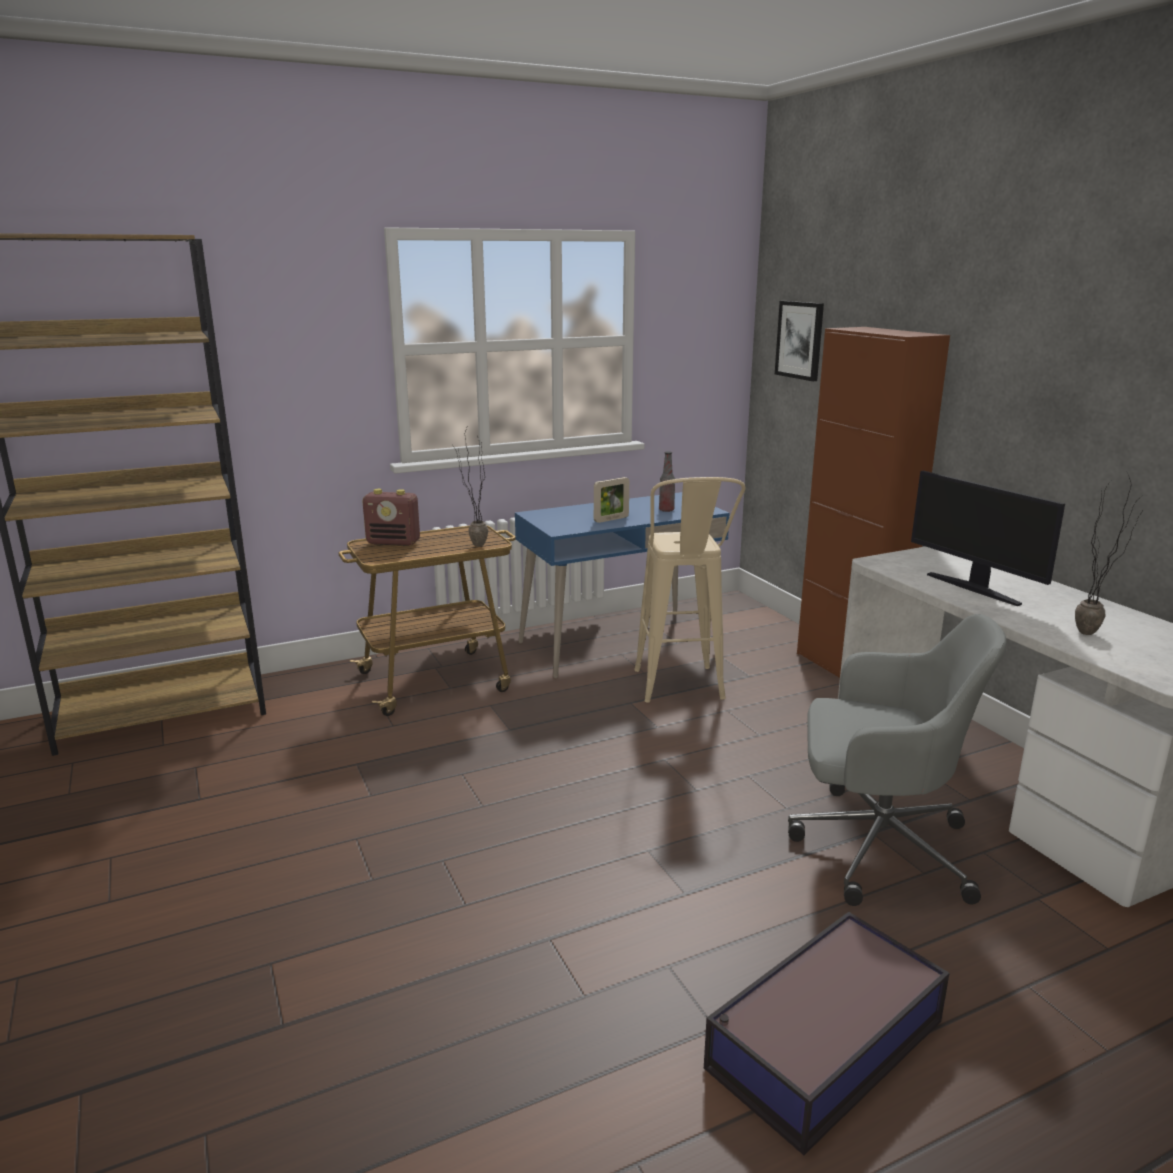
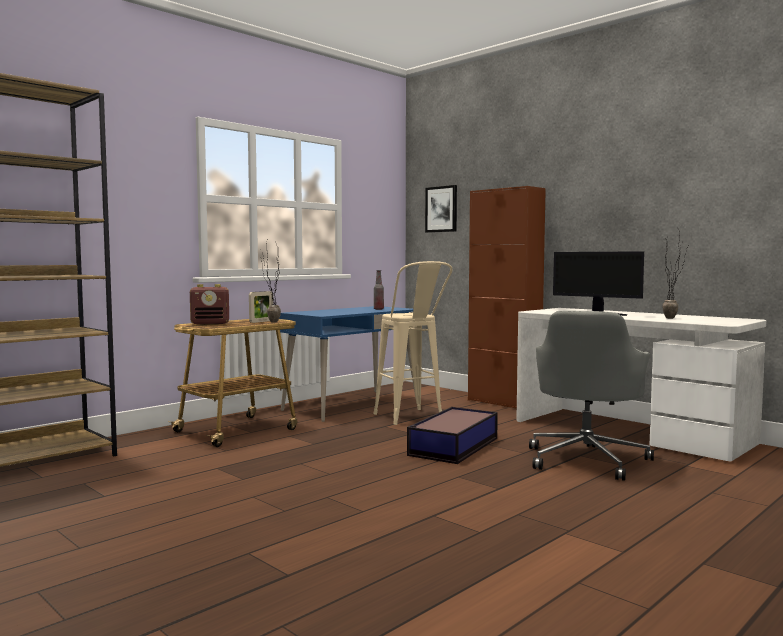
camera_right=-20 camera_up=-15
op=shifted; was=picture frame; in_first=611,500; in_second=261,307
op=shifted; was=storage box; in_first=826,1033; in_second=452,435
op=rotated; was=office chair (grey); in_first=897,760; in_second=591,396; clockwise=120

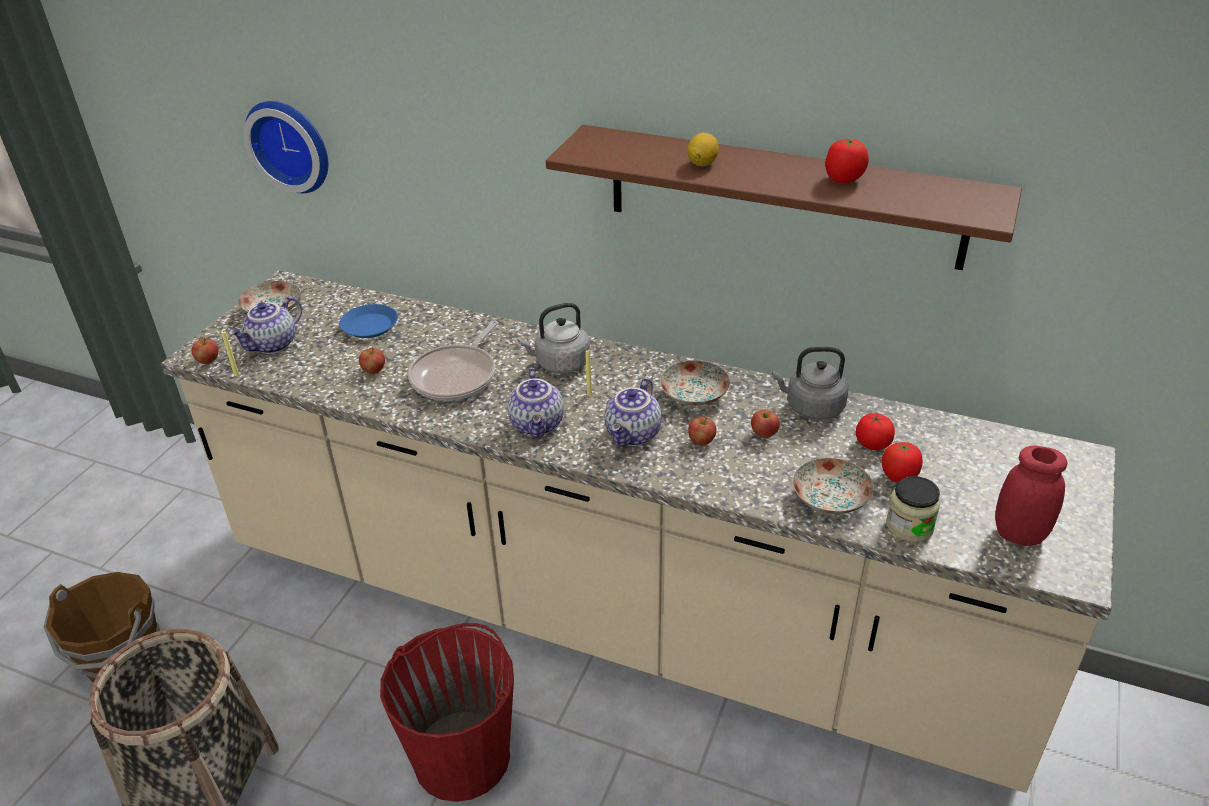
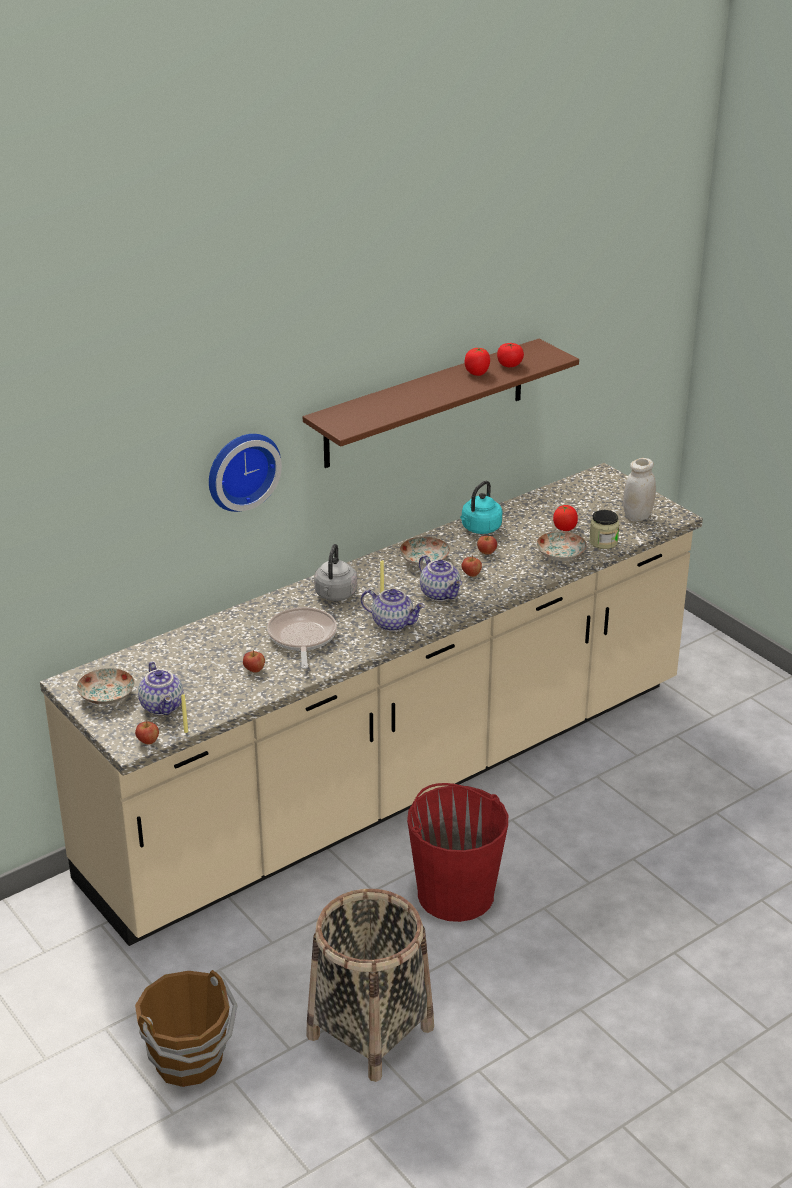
camera_right=-60 camera_up=-5
op=shifted; was=wall clock; in_first=285,147; in_second=245,473
op=gone; was=plate (blue); in_first=368,321
op=rotated; was=frying pan; in_first=453,361; in_second=302,638; clockwise=-150
op=gone; was=lemon; in_first=703,149
op=repainted; was=kettle (grey); now=kettle (turquoise); in_first=810,383; in_second=481,507
op=shifted; was=tomato; in_first=875,431; in_second=510,355
op=repainted; was=jar (red); now=jar (white); in_first=1031,496; in_second=639,490

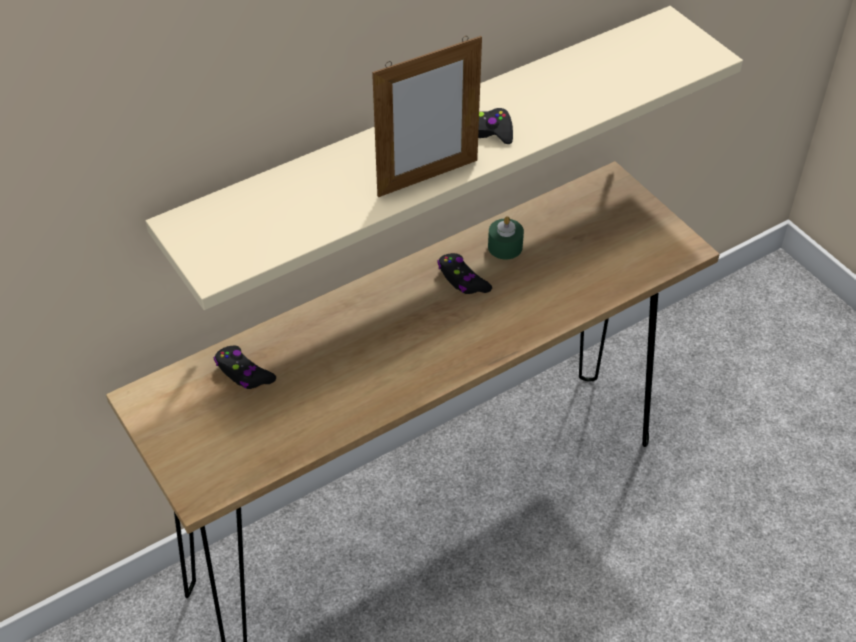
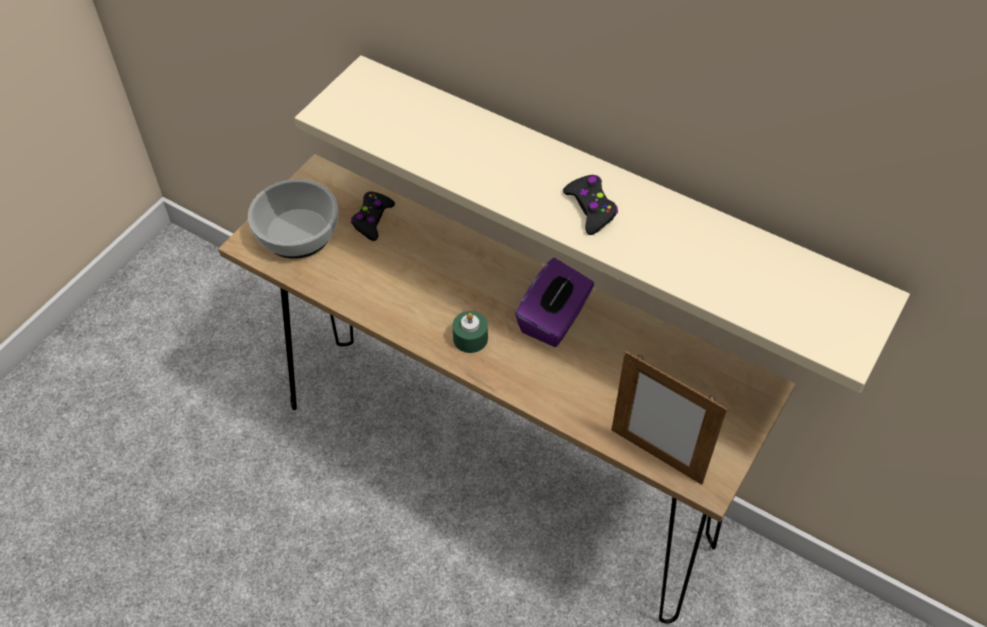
camera_right=65 camera_up=5
op=shifted; was=picture frame; in_first=427,116; in_second=669,418
op=swapped; was=game controller (black); now=tissue box (purple); in_first=464,273; in_second=554,302
op=shifted; was=candle (green); in_first=506,238; in_second=470,332
op=new; now=bowl; in_second=293,219

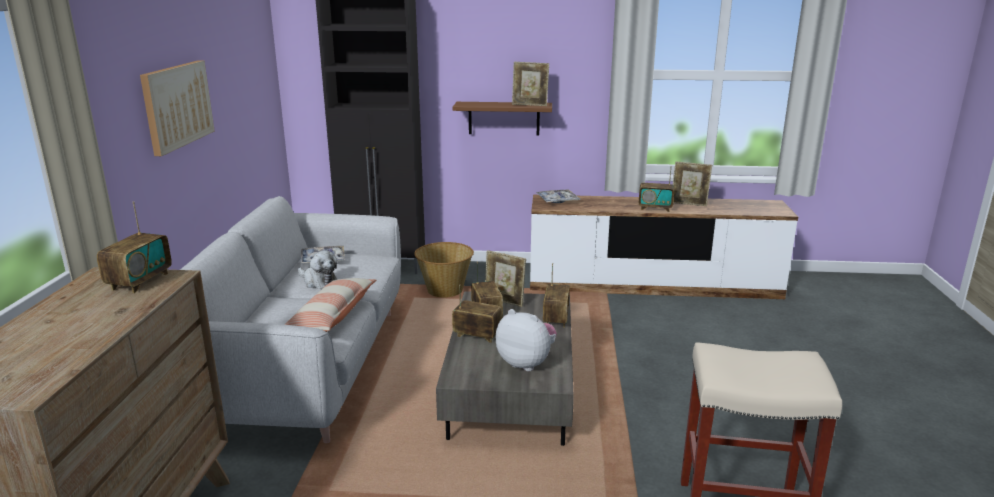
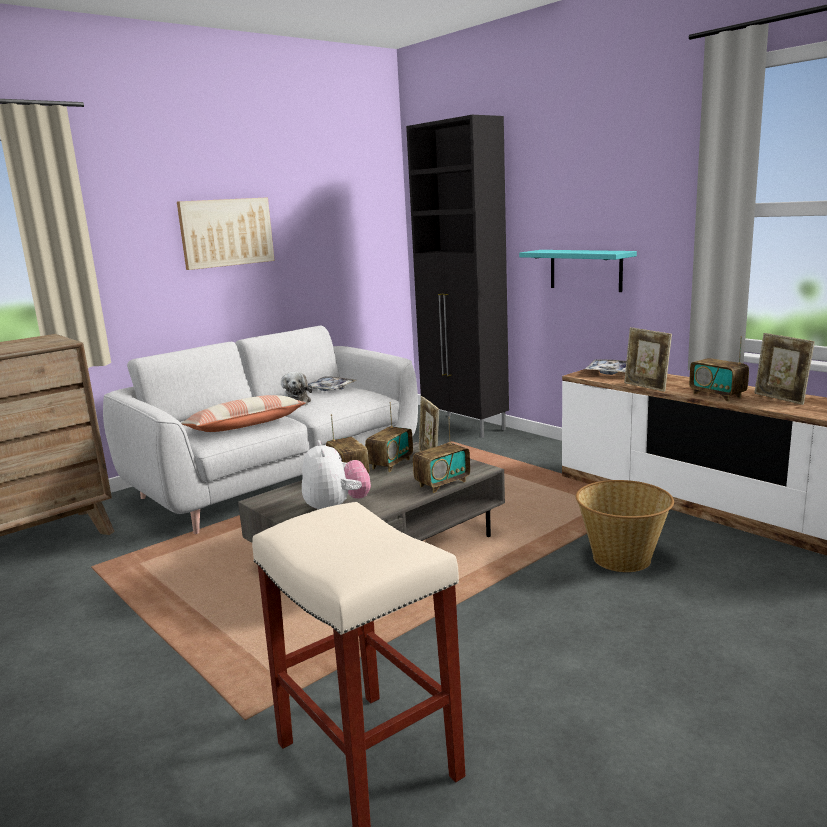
camera_right=45 camera_up=-5
op=gone; was=radio; in_first=134,247
op=shifted; was=basket; in_first=444,269; in_second=625,526
op=repainted; was=shelf (brown); now=shelf (turquoise); in_first=502,118; in_second=578,271
op=shifted; was=picture frame; in_first=530,84; in_second=648,359

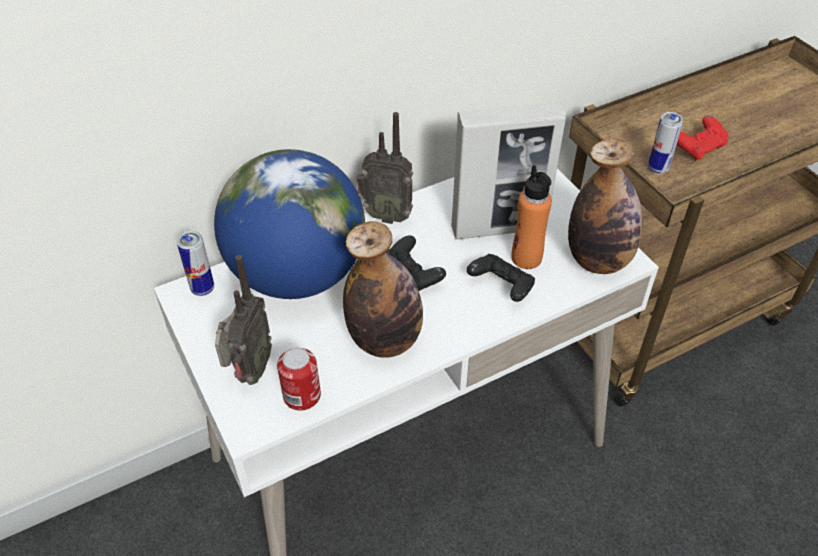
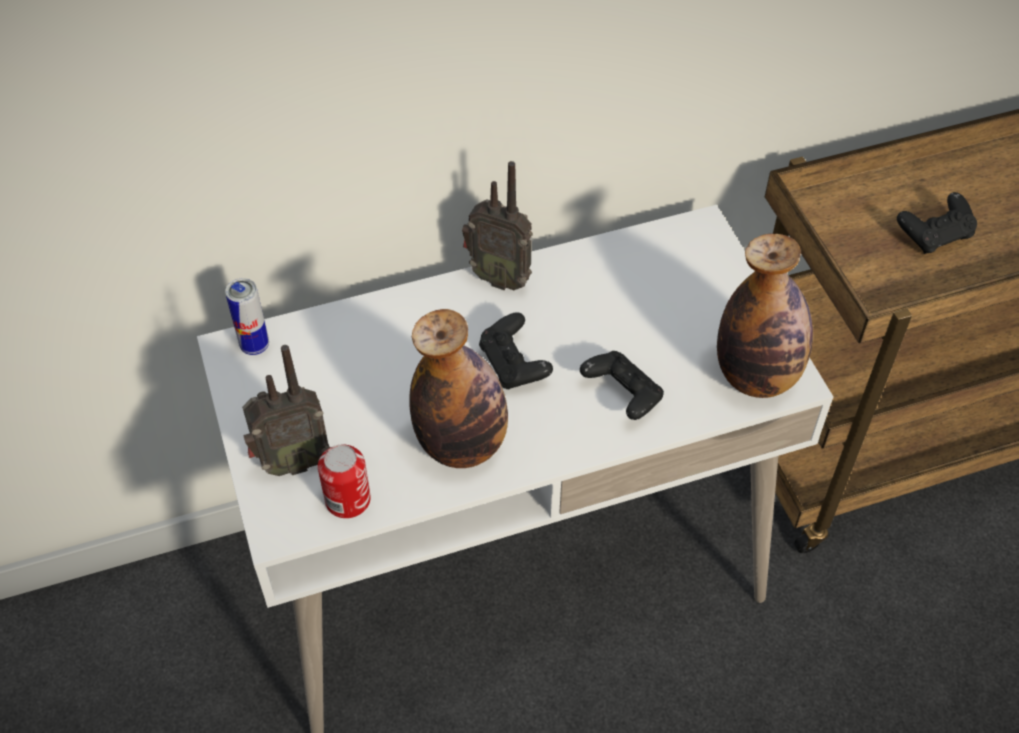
camera_right=10 camera_up=5
op=gone; was=globe; in_first=289,224
op=rotated; was=radio; in_first=243,320; in_second=286,410; clockwise=45
op=gone; was=picture frame; in_first=508,170
op=gone; was=bottle (orange); in_first=531,217
op=gone; was=can; in_first=666,143
op=repainted; was=game controller (red); now=game controller (black); in_first=702,138; in_second=937,223

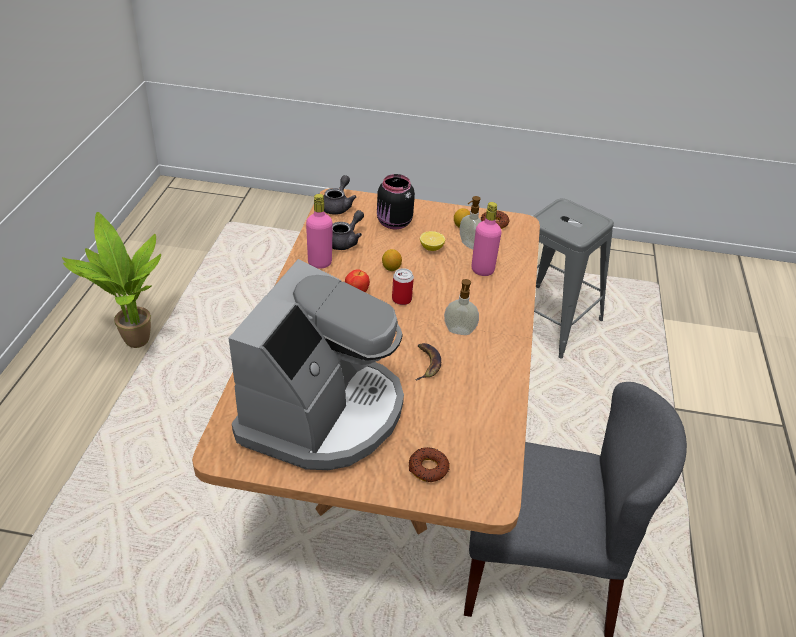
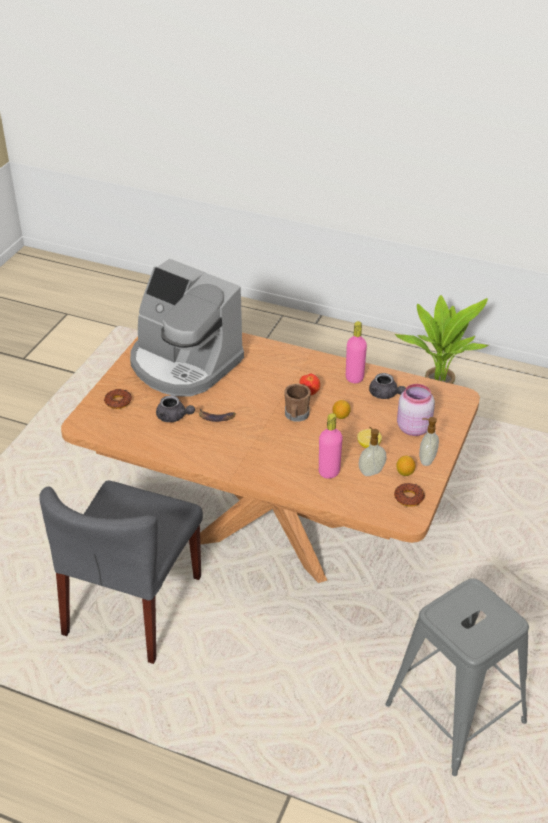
camera_right=105 camera_up=0
op=shifted; was=teapot (grey); in_first=340,195; in_second=175,408
op=repainted; was=jar (black); now=jar (pink); in_first=396,201; in_second=416,410
op=swapped; was=can; now=mug (brown); in_first=403,286; in_second=297,403
op=shifted; was=soap dispenser; in_first=461,307; in_second=429,441

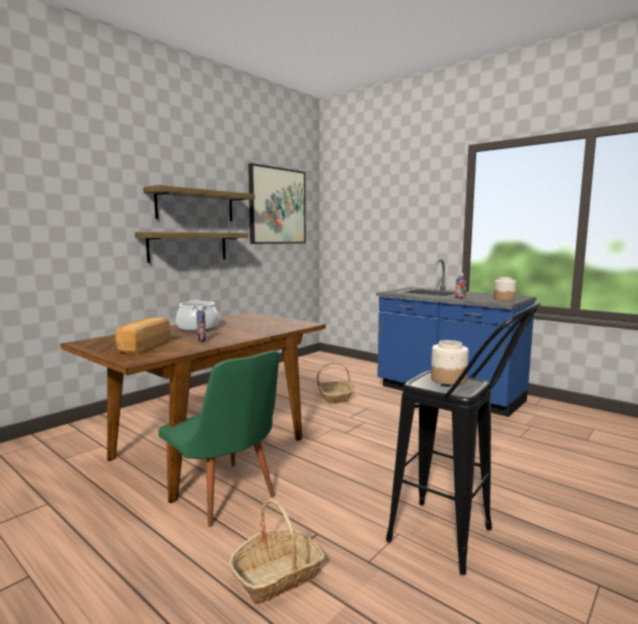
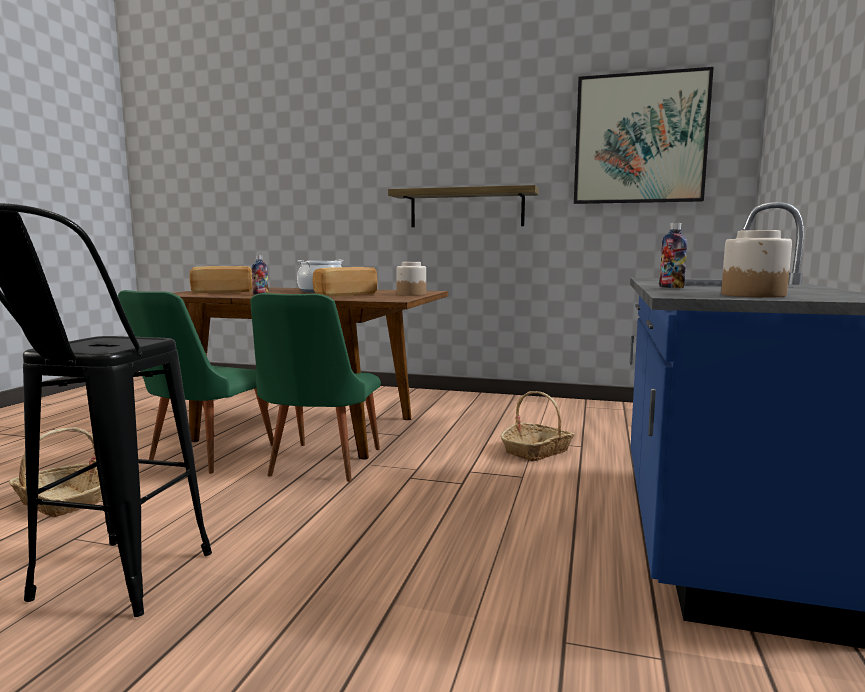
camera_right=65 camera_up=0
op=gone; was=shelf; in_first=199,203
op=shifted; was=jar; in_first=450,362; in_second=411,279
op=new; now=chair (green); in_second=315,387
op=new; now=bread; in_second=345,281

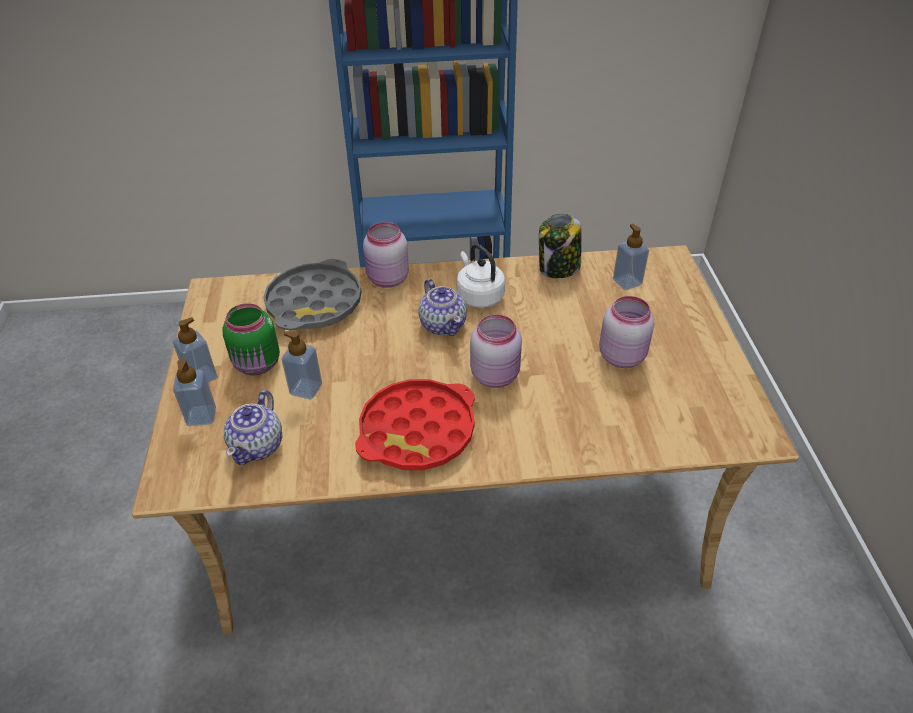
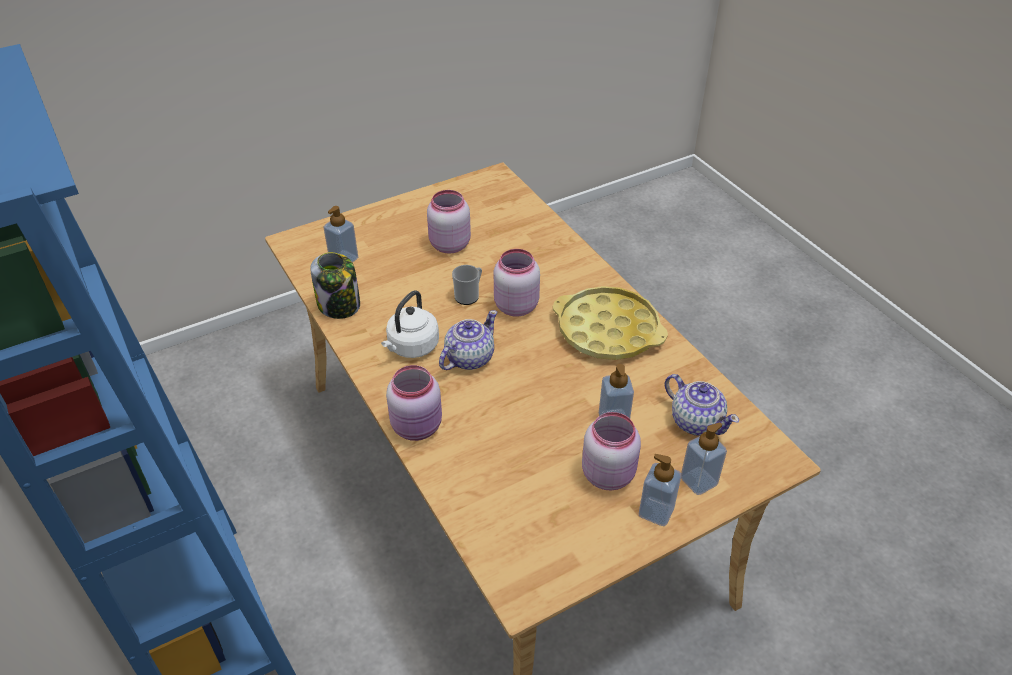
camera_right=-115 camera_up=0
op=repainted; was=jar (green); now=jar (pink); in_first=251,339; in_second=611,451
op=rotated; was=teapot; in_first=253,427; in_second=702,405; clockwise=60
op=gone; was=tray (grey); in_first=312,295
op=repainted; was=tray (red); now=tray (yellow); in_first=415,424; in_second=610,323
op=new; now=mug; in_second=467,285

